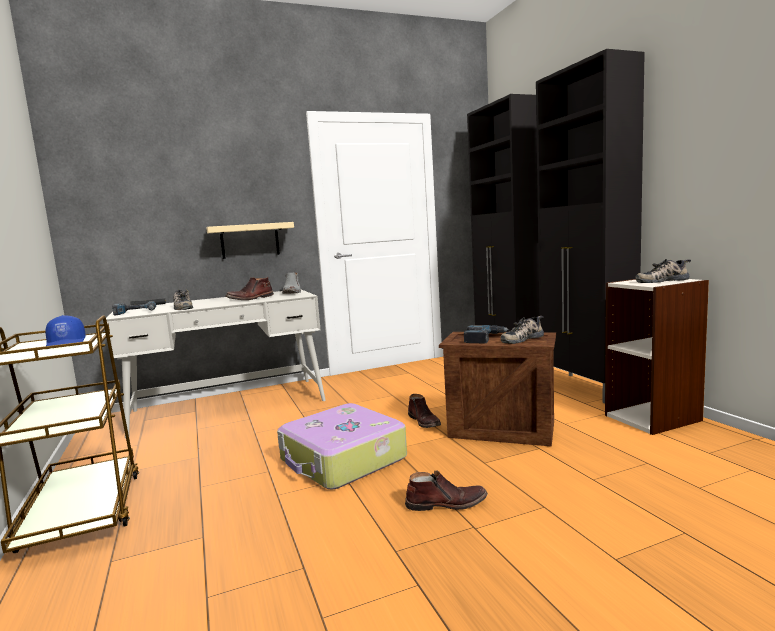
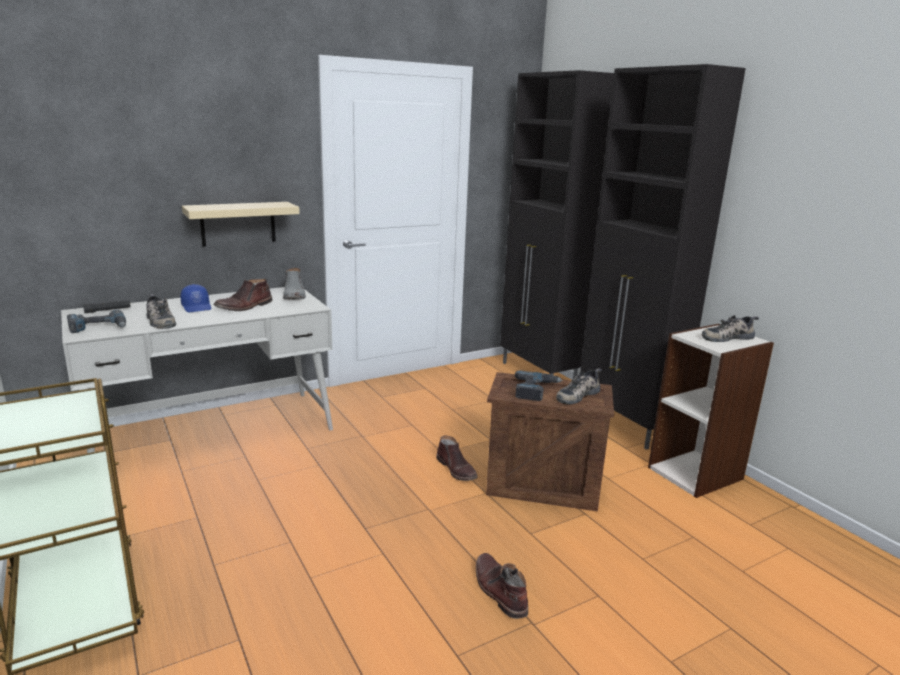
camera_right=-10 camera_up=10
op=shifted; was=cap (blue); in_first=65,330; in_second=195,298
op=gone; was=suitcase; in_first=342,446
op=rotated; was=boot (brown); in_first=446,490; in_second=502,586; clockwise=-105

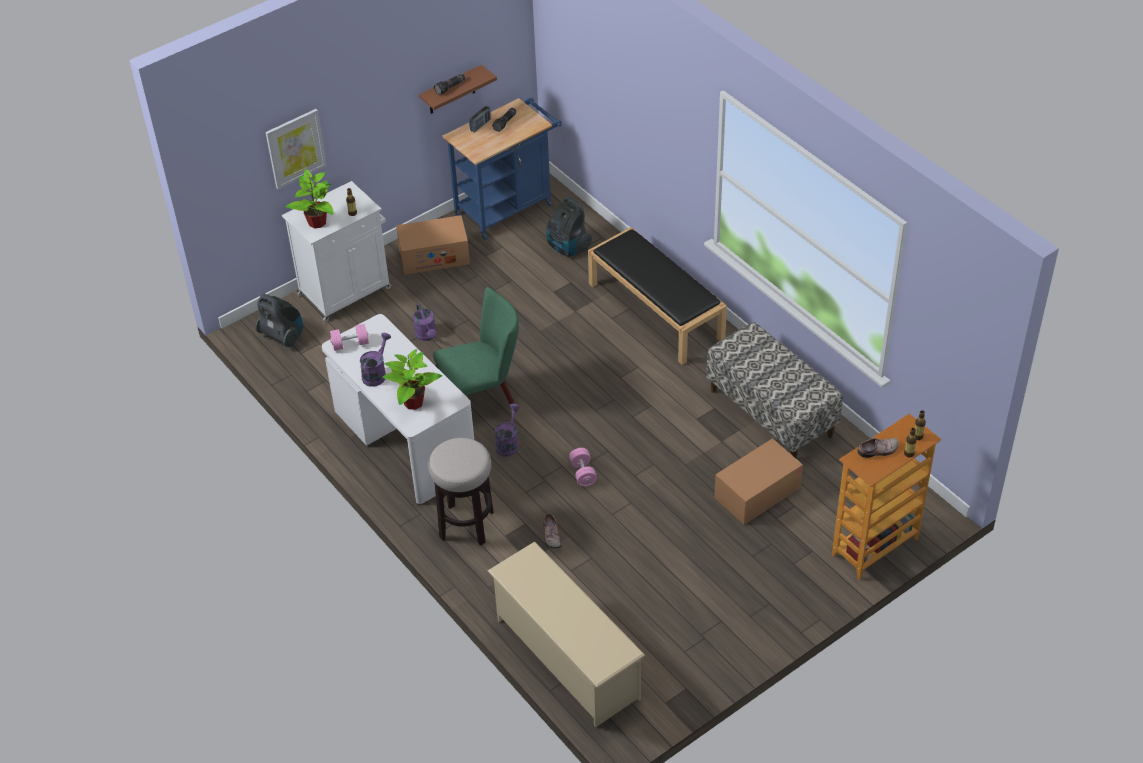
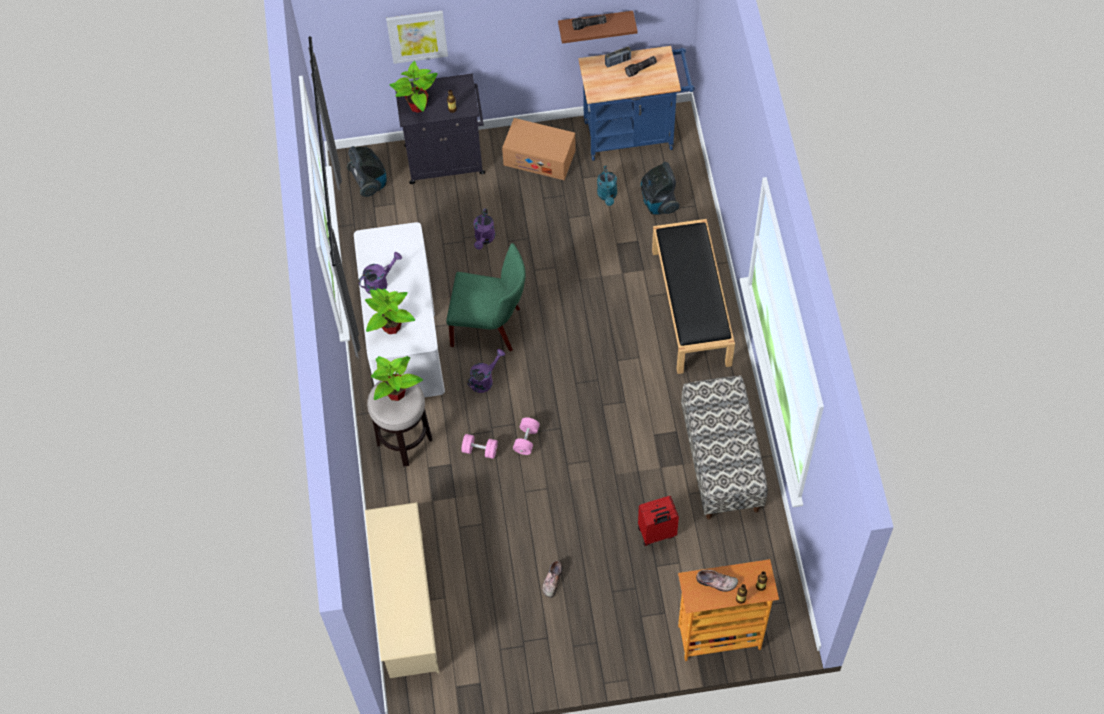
camera_right=30 camera_up=15
op=repainted; was=cabinet (white); now=cabinet (black); in_first=336,251; in_second=440,128
op=shifted; was=dumbbell (pink); in_first=349,337; in_second=479,446
op=shifted; was=shoe; in_first=552,530; in_second=552,579
op=swapped; was=cardboard box; now=suitcase (red); in_first=758,481; in_second=658,521
op=new; now=potted plant; in_second=396,378
op=new; now=watering can (turquoise); in_second=607,186

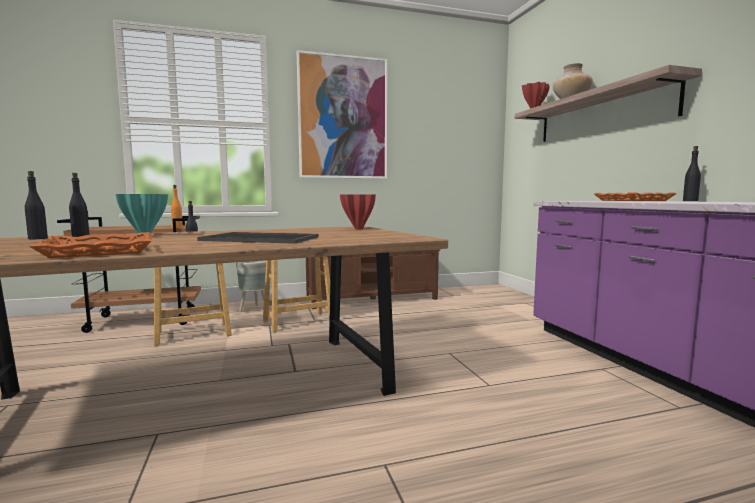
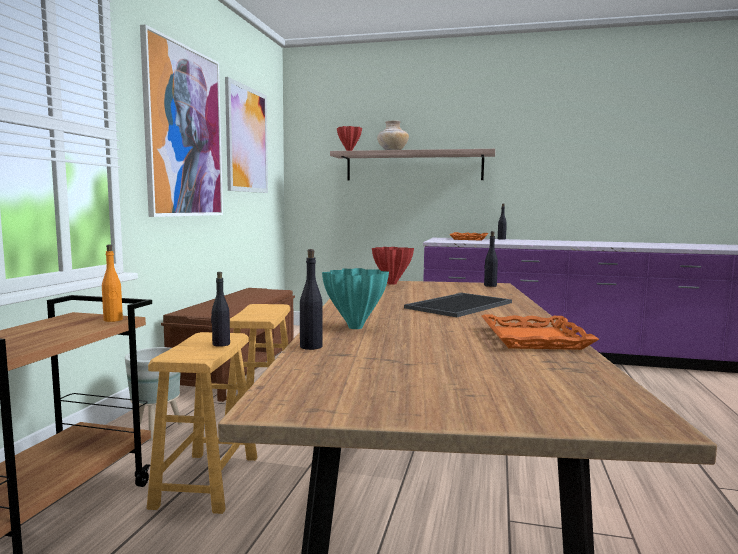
camera_right=-60 camera_up=0
op=shifted; was=bottle (black); in_first=36,205; in_second=491,259
op=new; now=picture; in_second=246,135

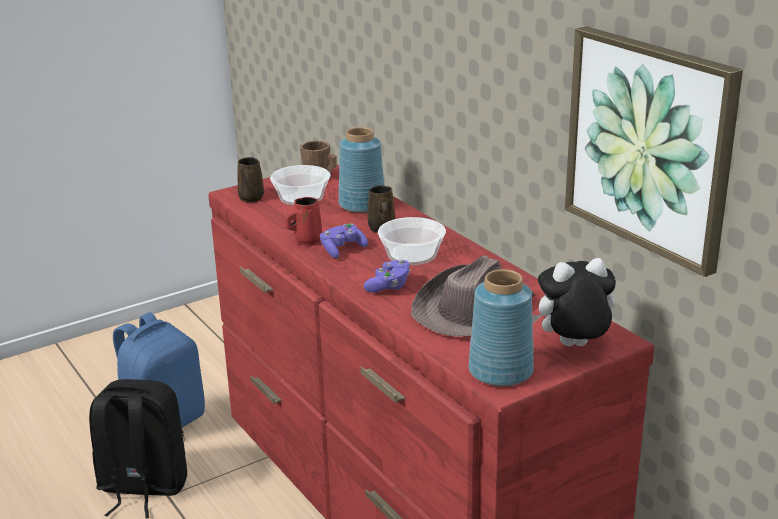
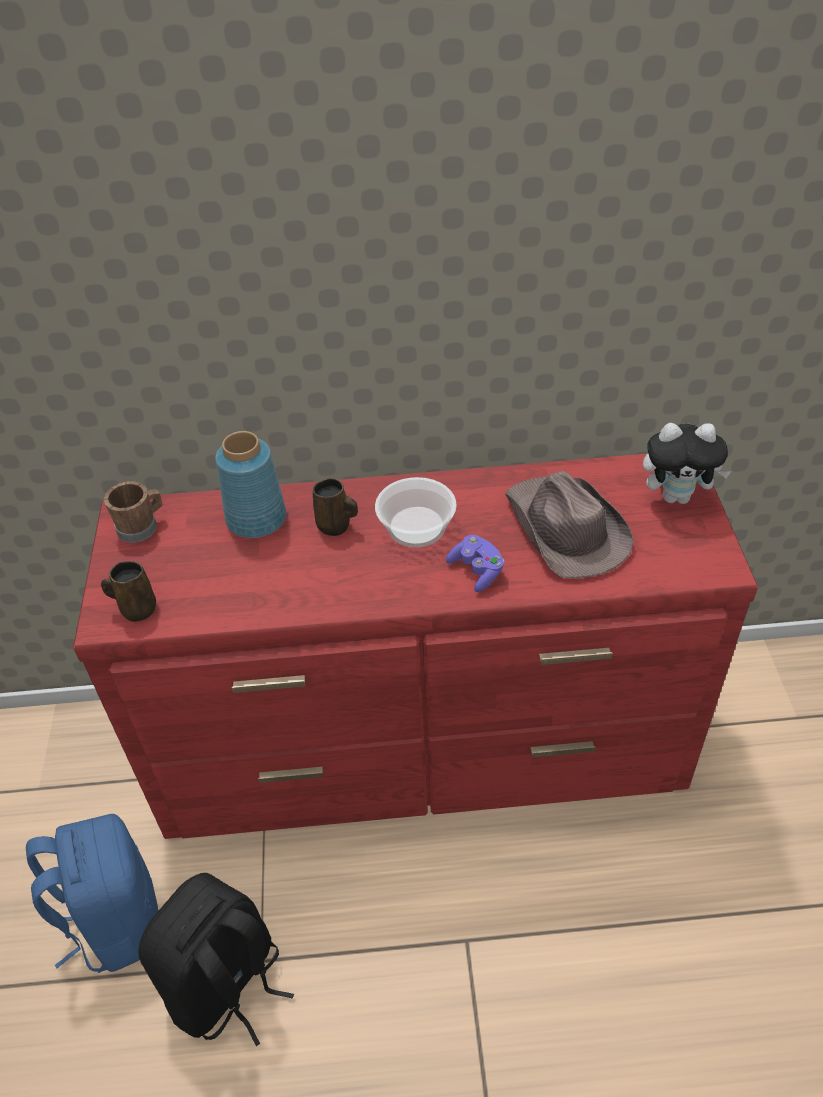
camera_right=-60 camera_up=20
op=gone; was=bowl; in_first=300,185
op=gone; was=mug (red); in_first=304,221
op=gone; was=game controller (purple); in_first=344,240
op=gone; was=vase (blue); in_first=501,328
op=rotated; was=plush toy; in_first=574,302; in_second=687,463; clockwise=-105
op=gone; was=picture; in_first=654,151

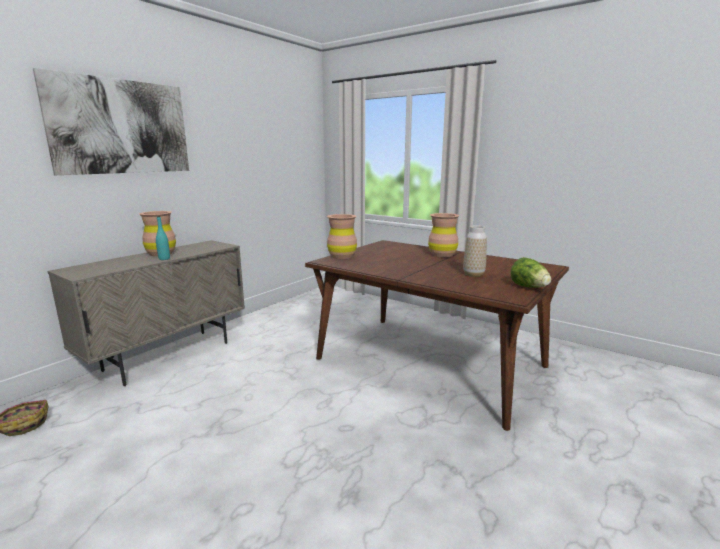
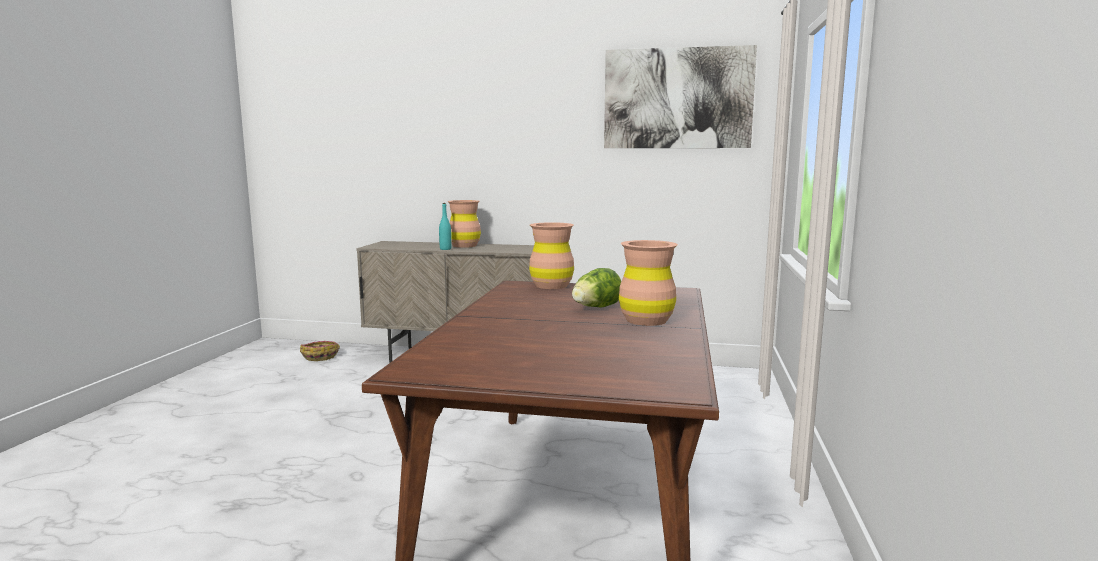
camera_right=65 camera_up=-5
op=shifted; was=picture; in_first=111,121; in_second=680,96
op=gone; was=vase; in_first=475,251
op=shifted; was=lettuce; in_first=531,272; in_second=596,288

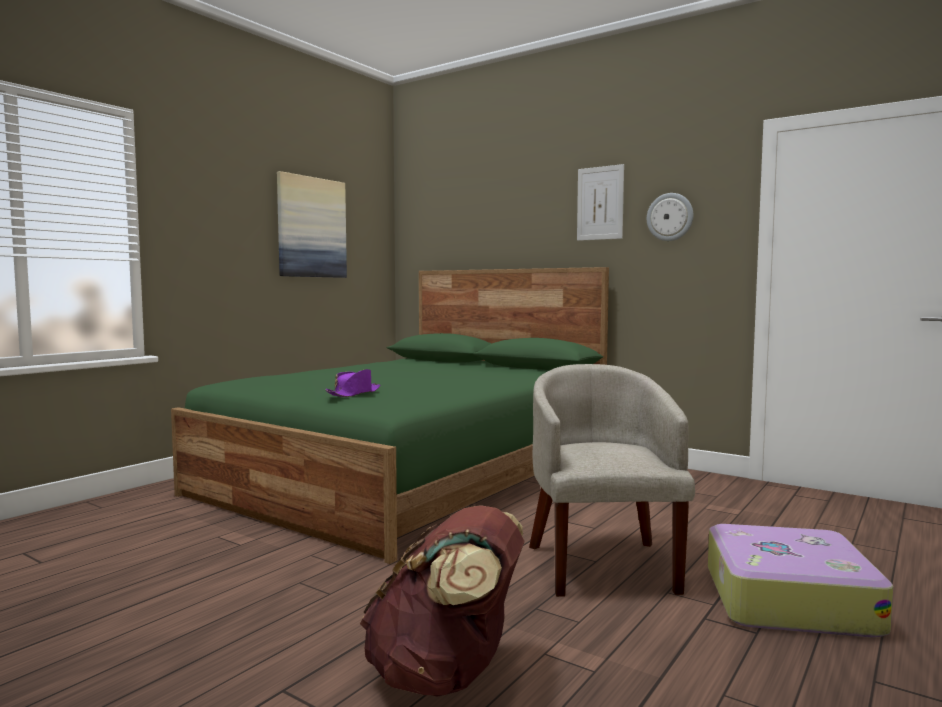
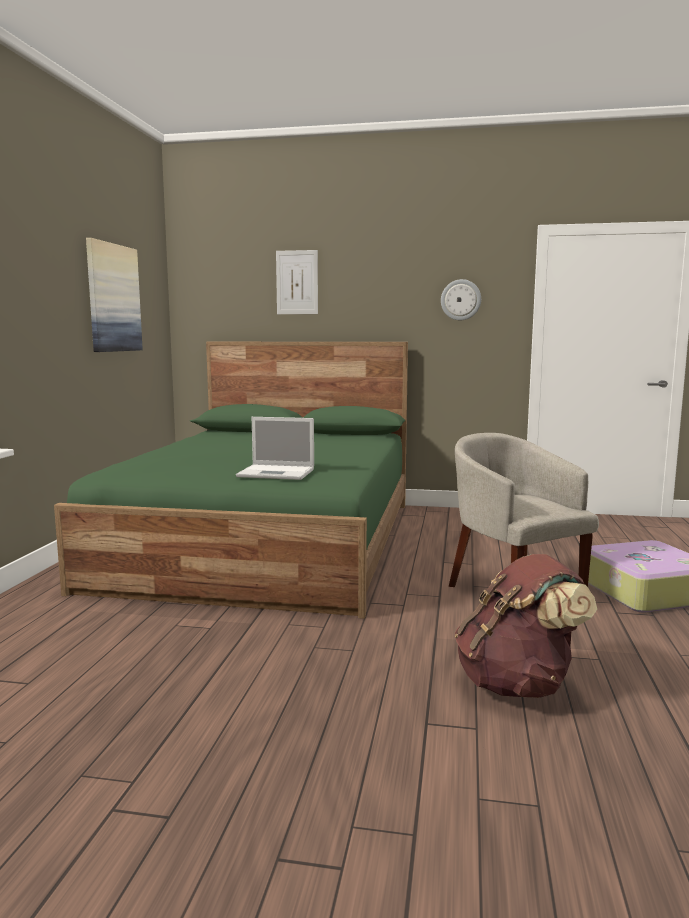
camera_right=-25 camera_up=5
op=swapped; was=hat (purple); now=laptop; in_first=352,383; in_second=275,448
op=shifted; was=picture; in_first=600,202; in_second=297,282

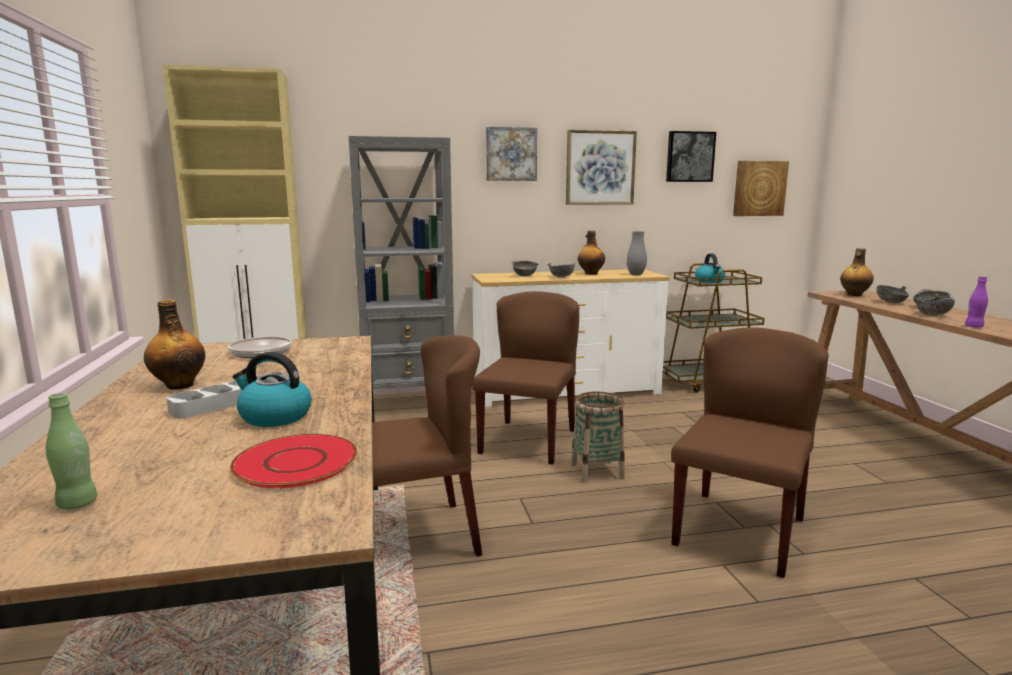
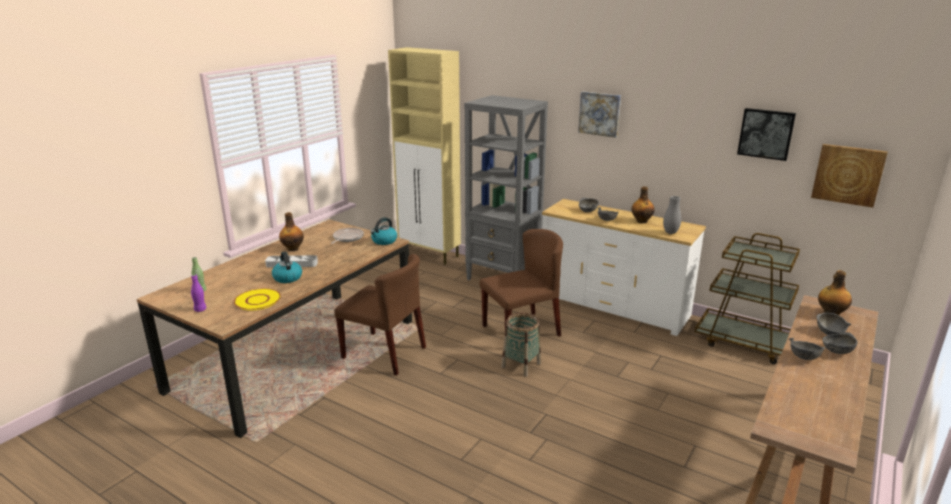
camera_right=45 camera_up=10
op=repainted; was=plate (red); now=plate (yellow); in_first=293,461; in_second=257,299
op=gone; was=picture; in_first=601,167
op=gone; was=chair (brown); in_first=750,453
op=shifted; was=kettle; in_first=710,268; in_second=383,231
op=shifted; was=bottle (purple); in_first=976,302; in_second=198,293

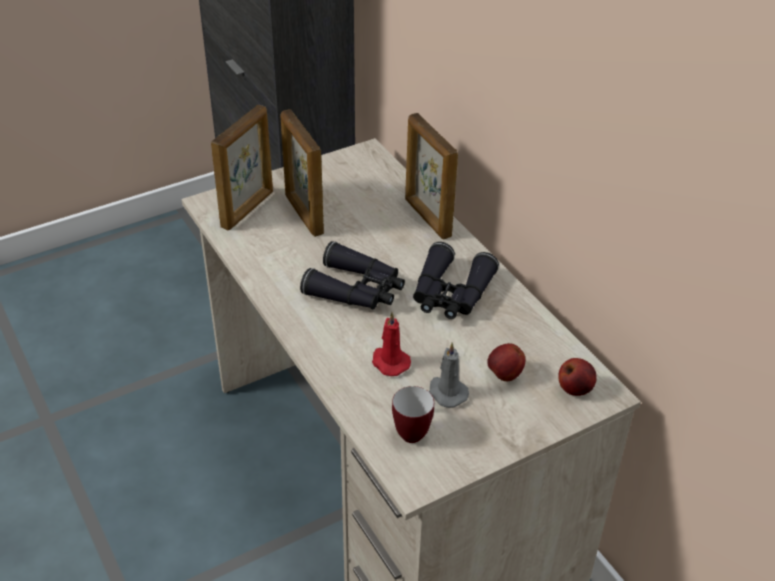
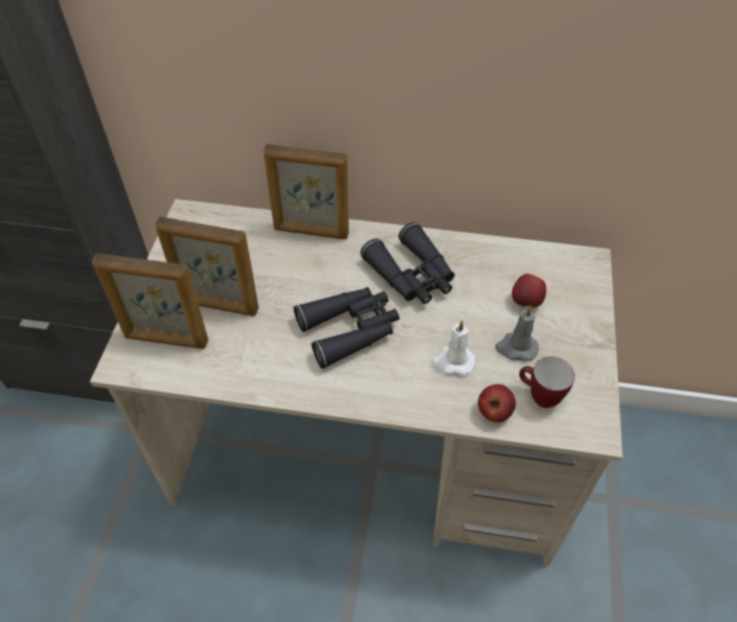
camera_right=-50 camera_up=10
op=rotated; was=picture frame; in_first=242,167; in_second=150,301; clockwise=120
op=repainted; was=candle (red); now=candle (white); in_first=391,344; in_second=453,347
op=shifted; was=apple; in_first=577,377; in_second=497,403

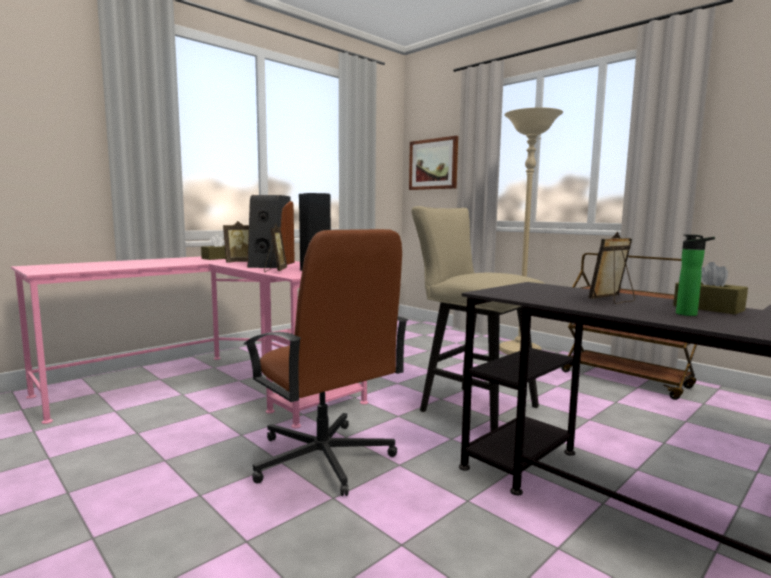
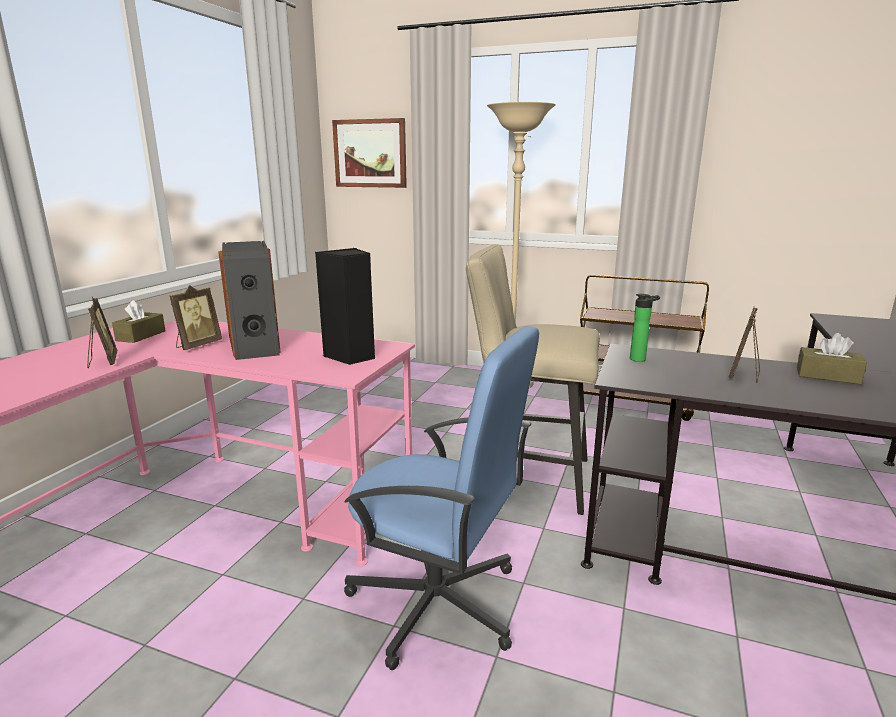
camera_right=-25 camera_up=10
op=repainted; was=office chair (brown); now=office chair (blue); in_first=326,362; in_second=441,498
op=shifted; was=picture frame; in_first=275,248; in_second=102,332
op=shifted; was=bottle; in_first=695,275; in_second=645,328

